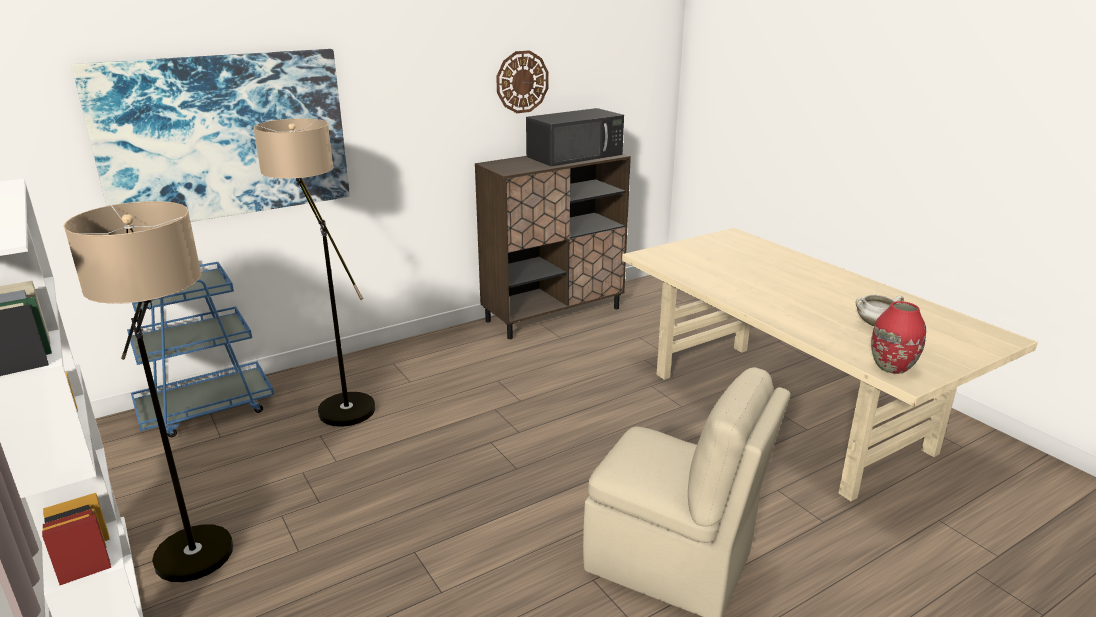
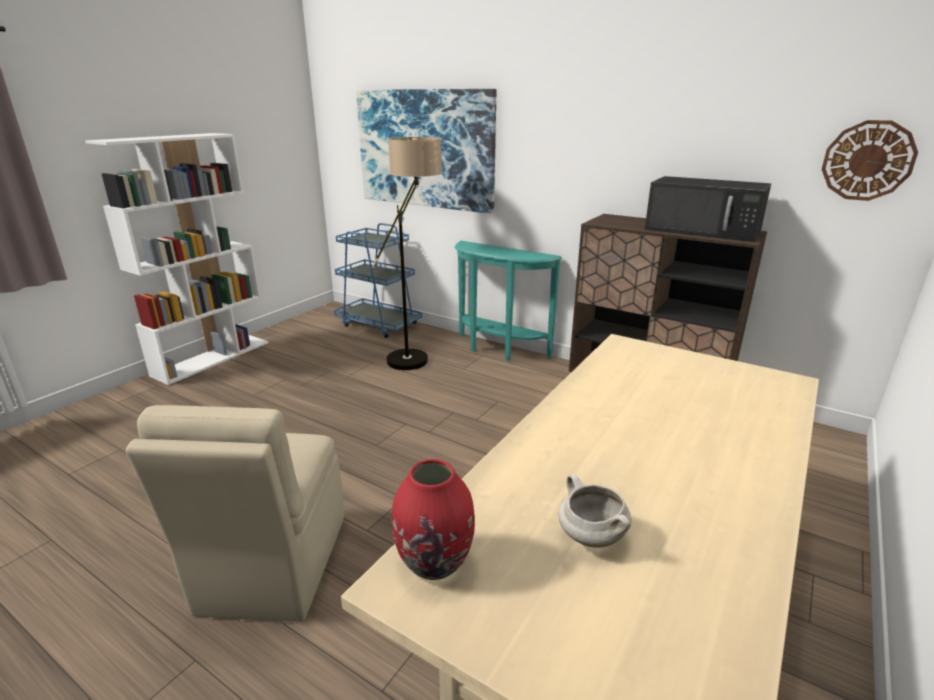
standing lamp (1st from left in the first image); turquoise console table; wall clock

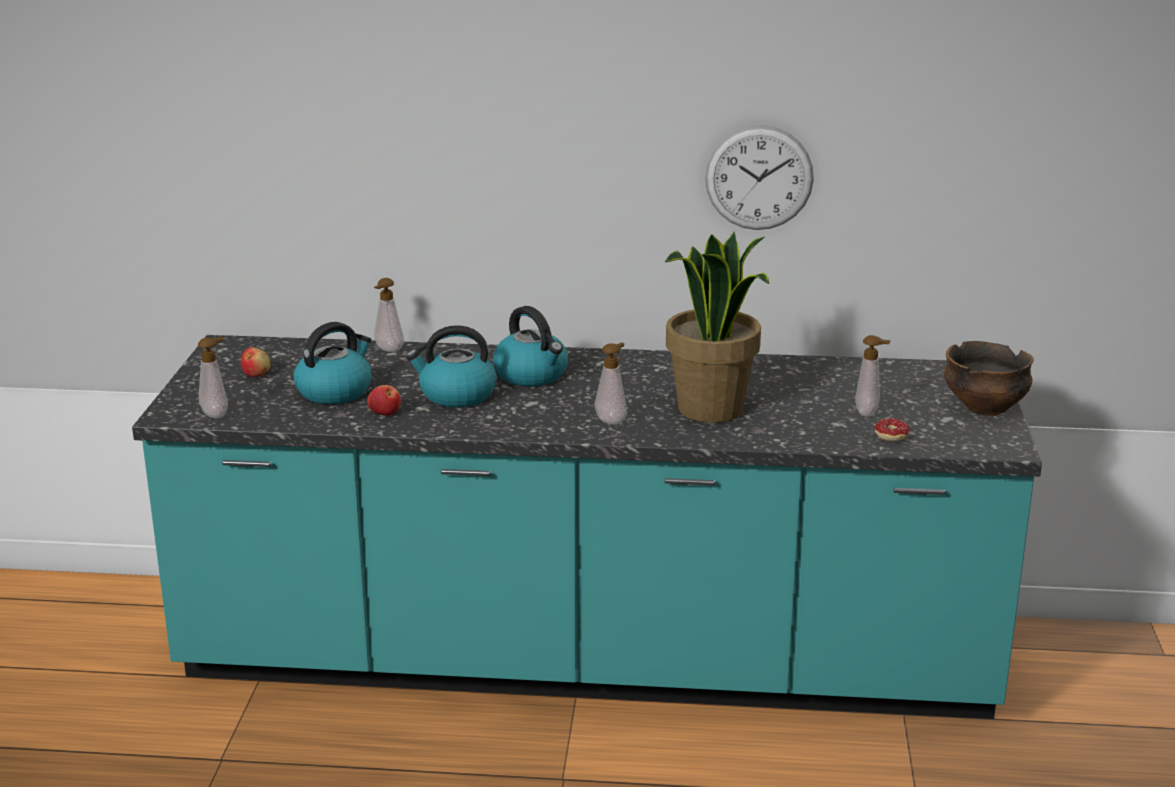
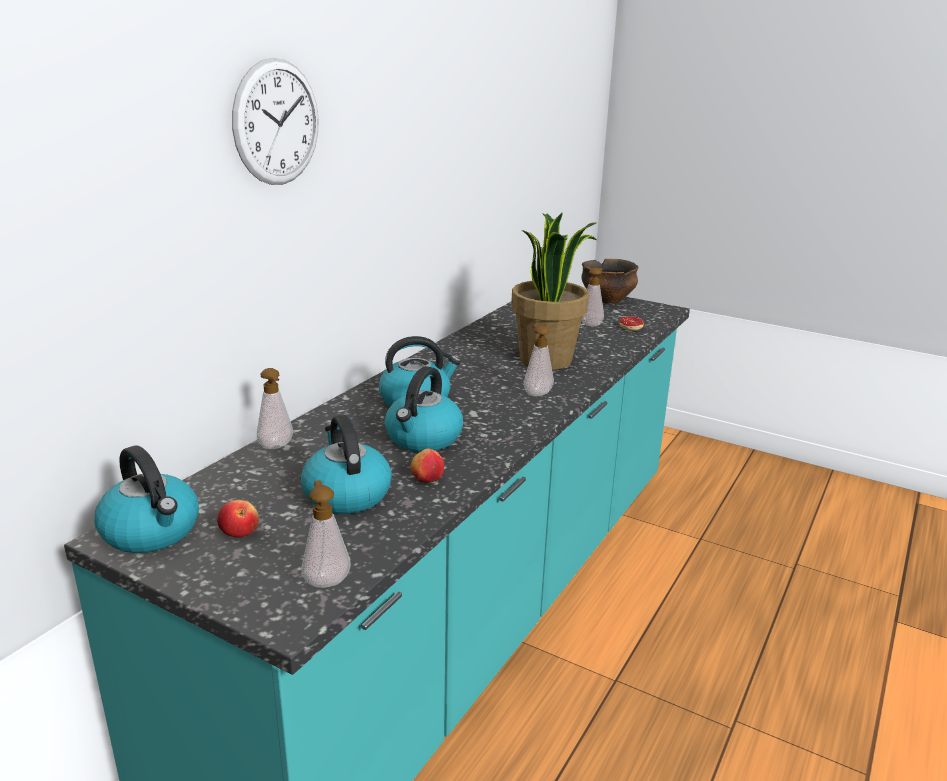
kettle (1st from left); wall clock

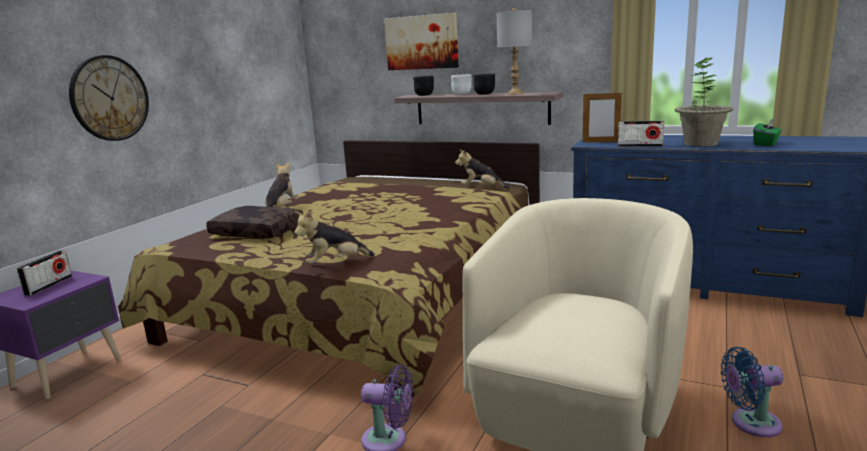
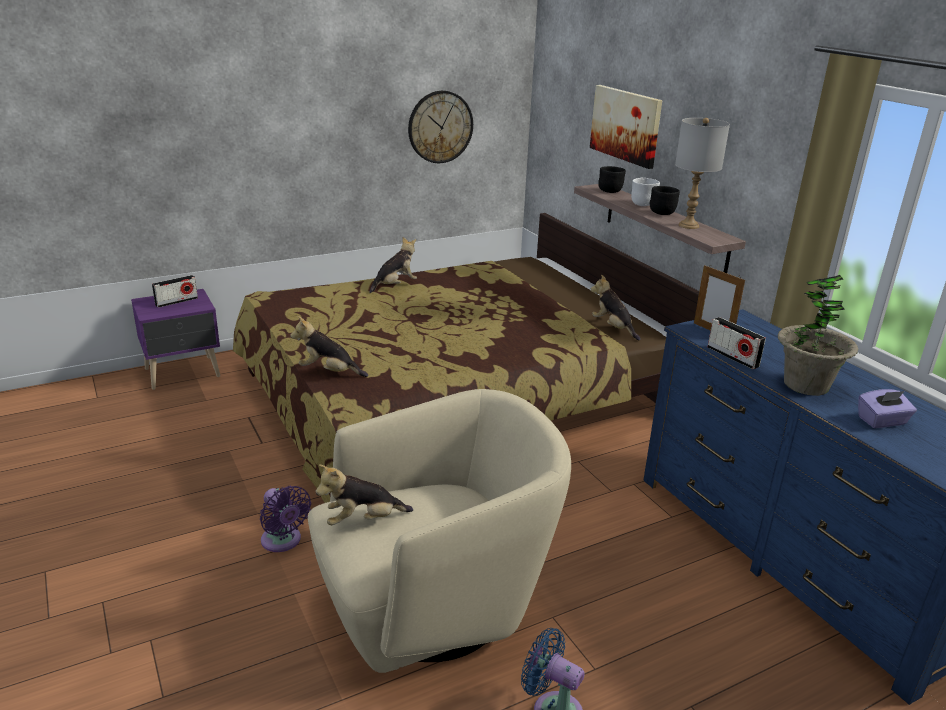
brown pillow; soft toy (2nd from left); wall clock; purple tissue box

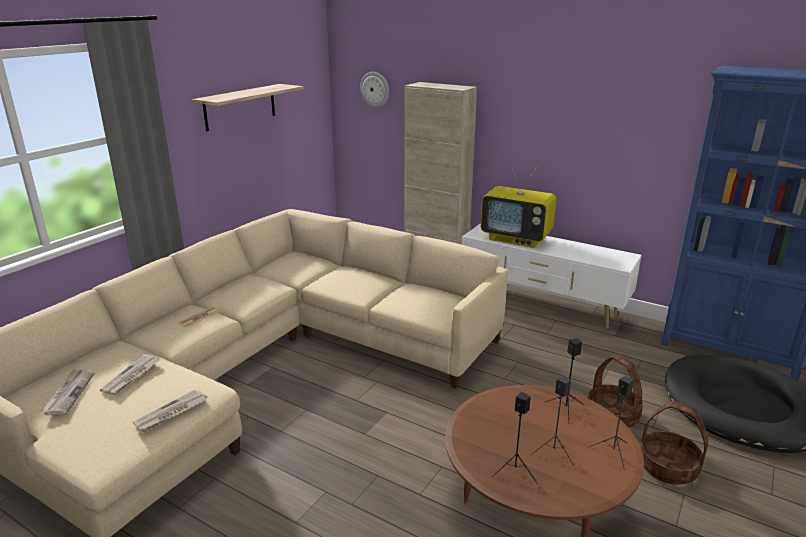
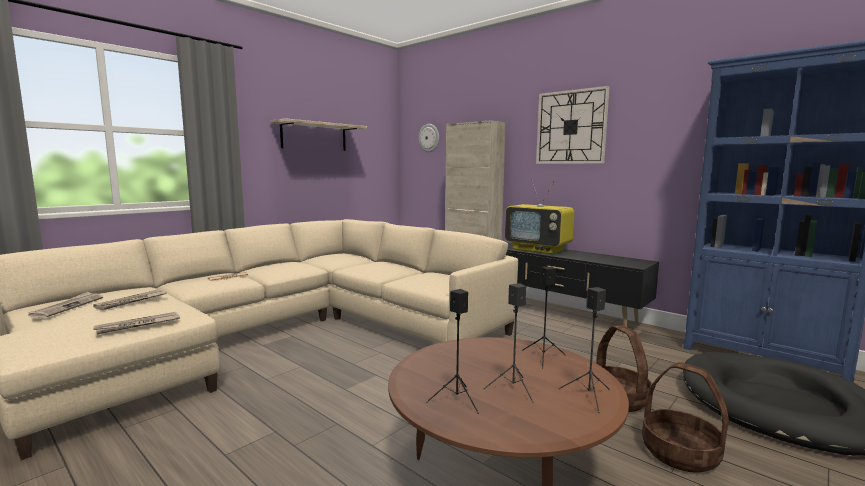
wall clock (2nd from left); black media console

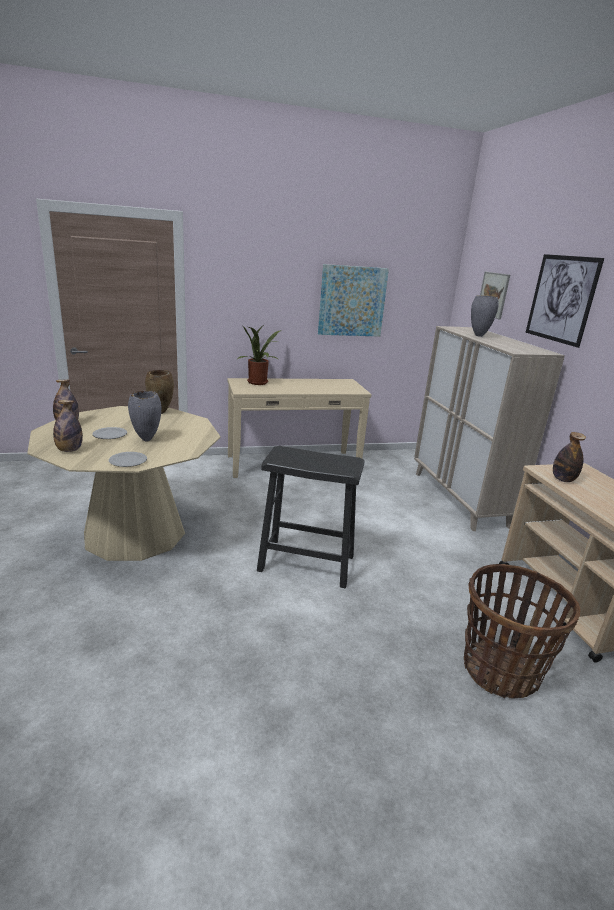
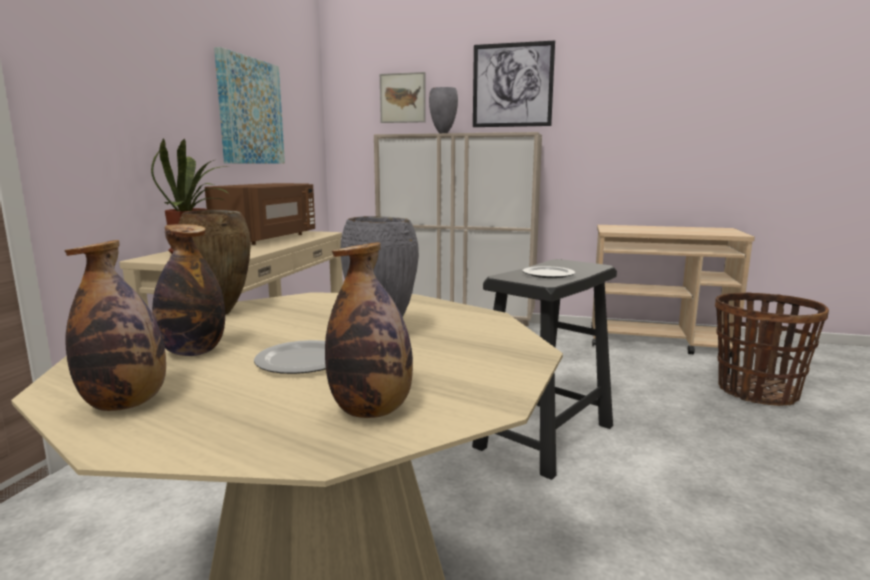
brown microwave; plate (2nd from left); drink bottle (2nd from left)

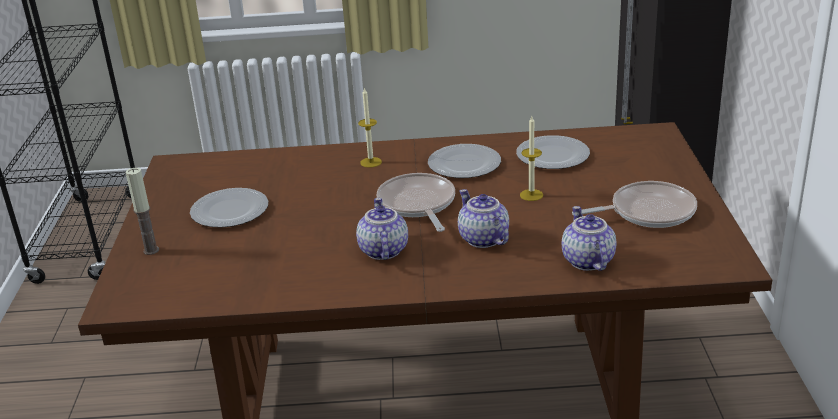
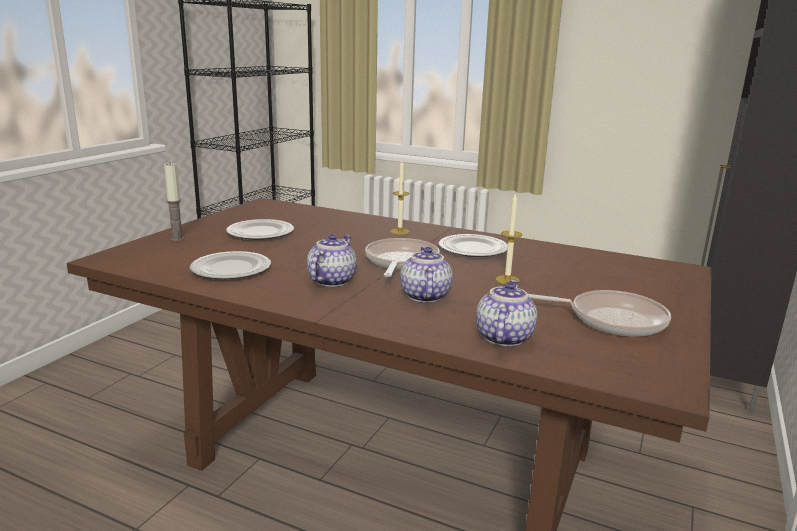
plate (1st from left)

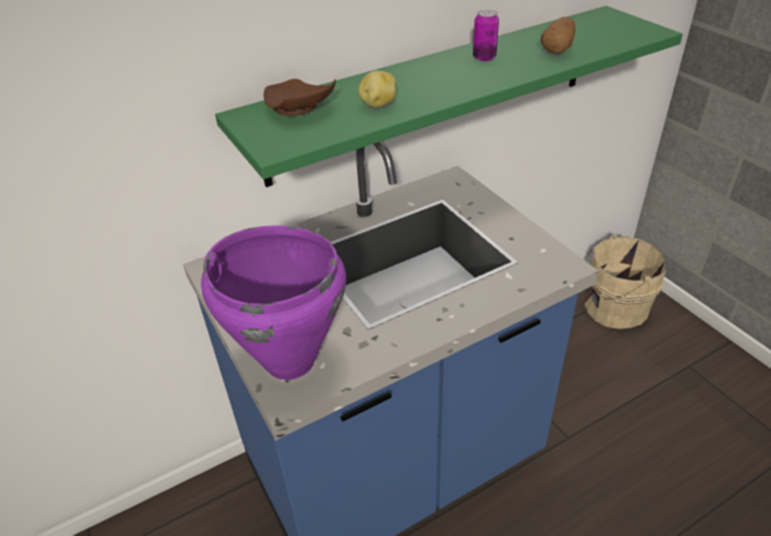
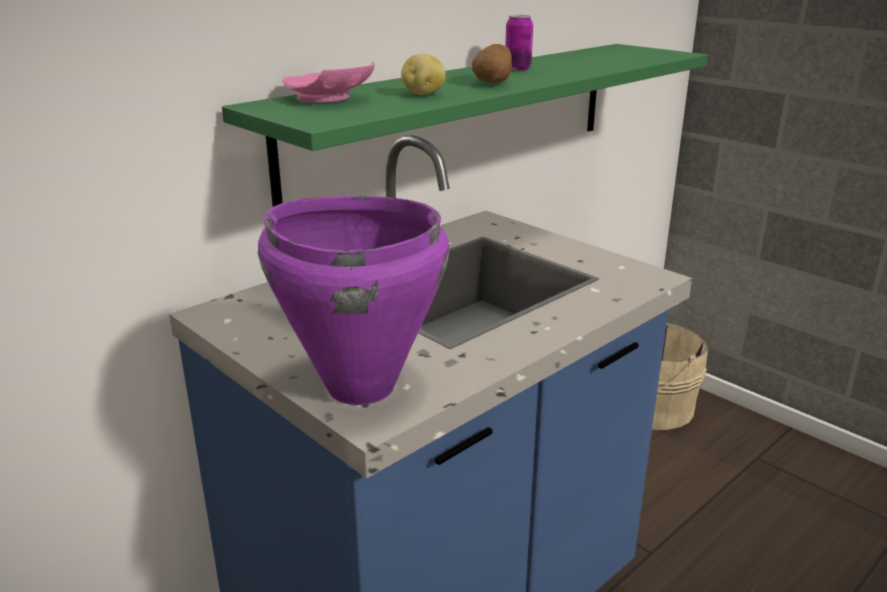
potato (2nd from left); pinkish plate

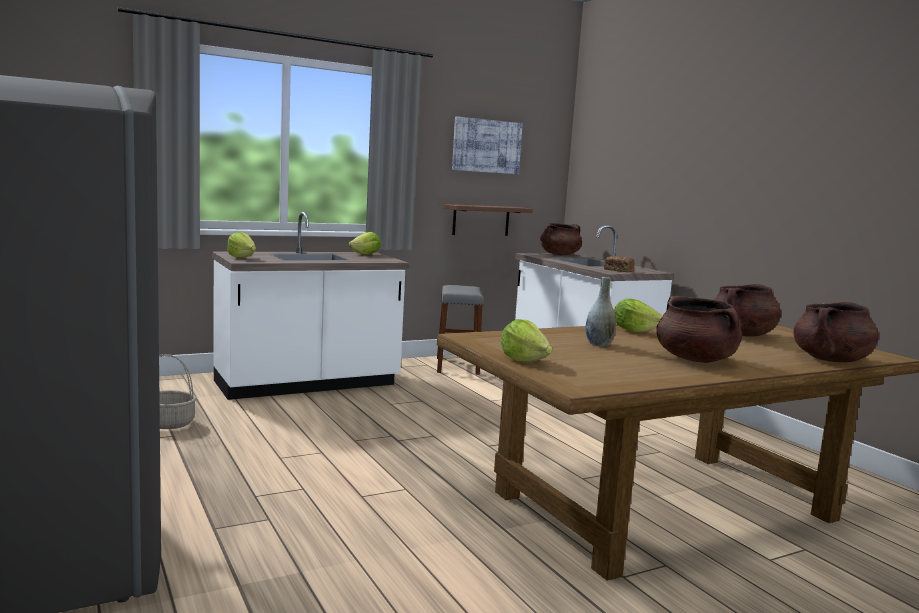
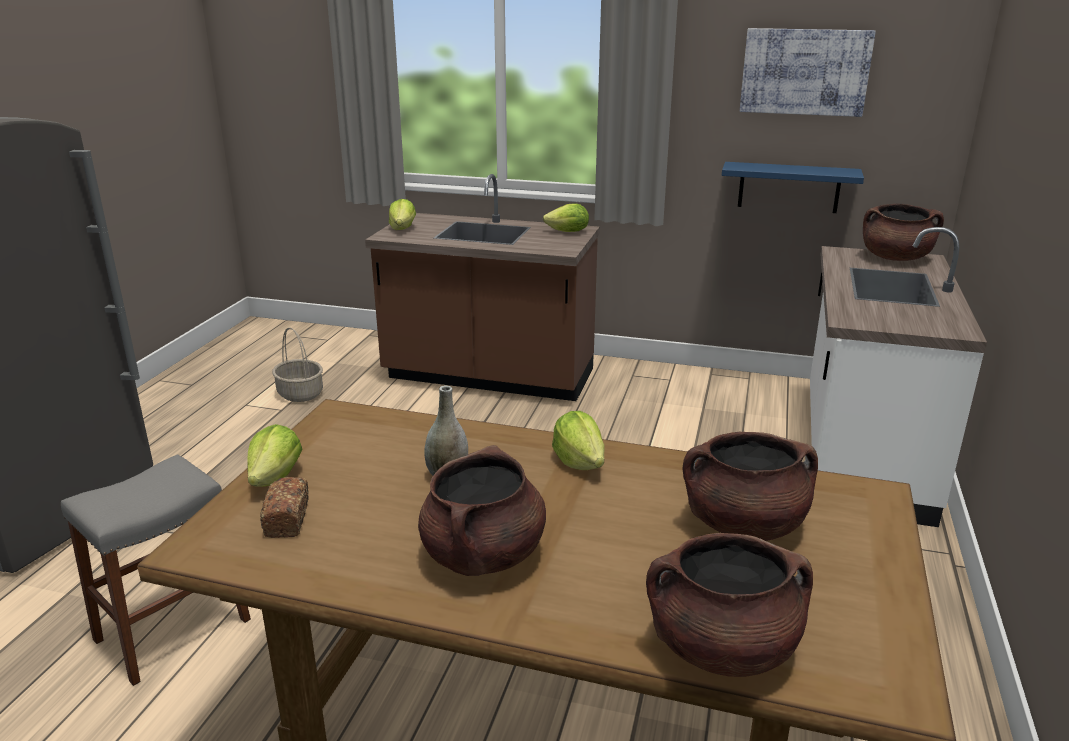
gray stool seat; bread; brown kitchen counter; blue bracket shelf

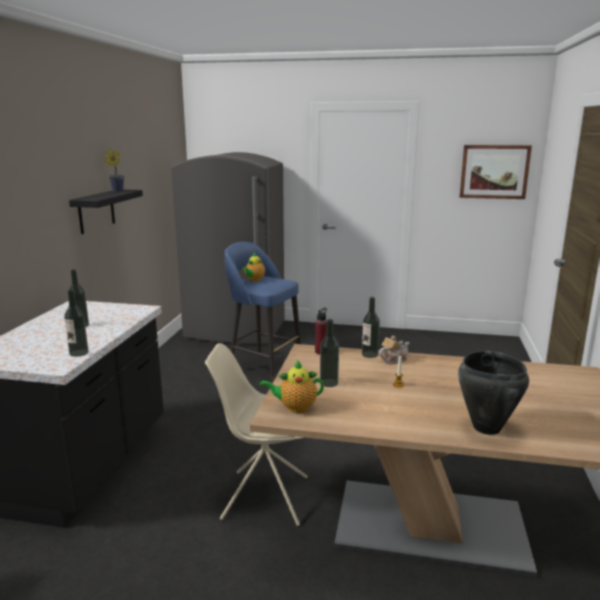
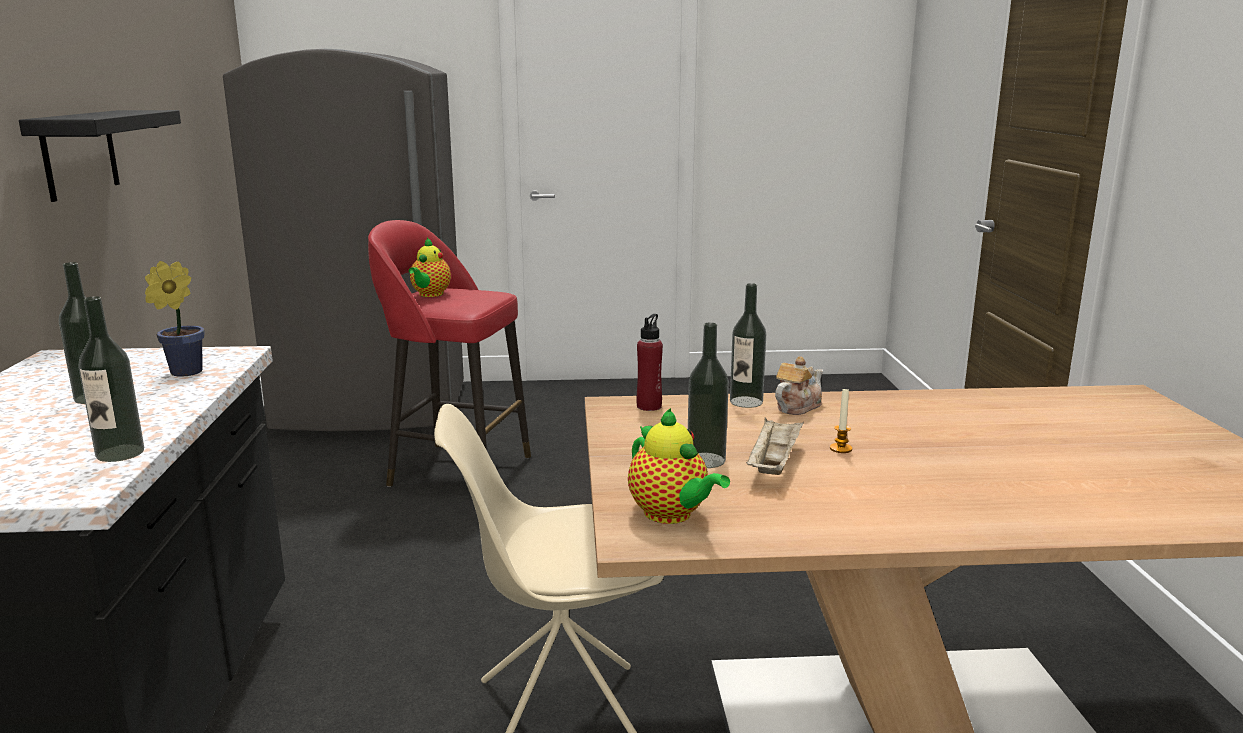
black cooking pot; wall picture; beige tray; plant in a pot; red-coloured stool seat; tea pot (2nd from left)

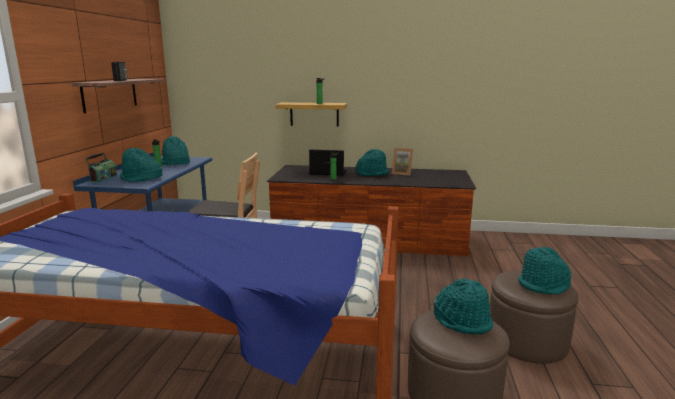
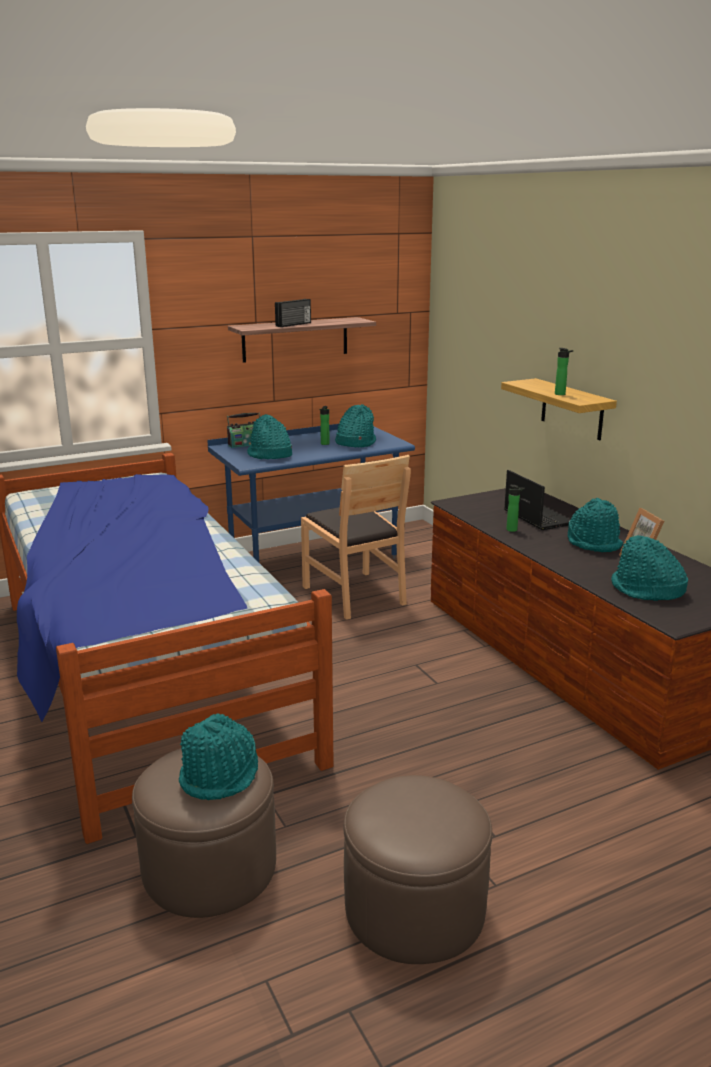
turquoise wearable hat (5th from left)

